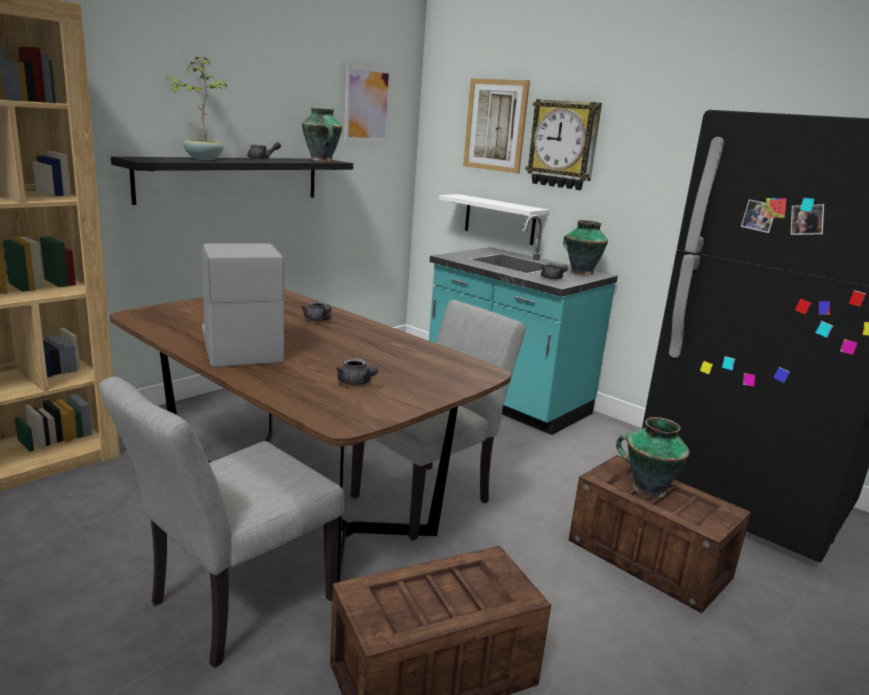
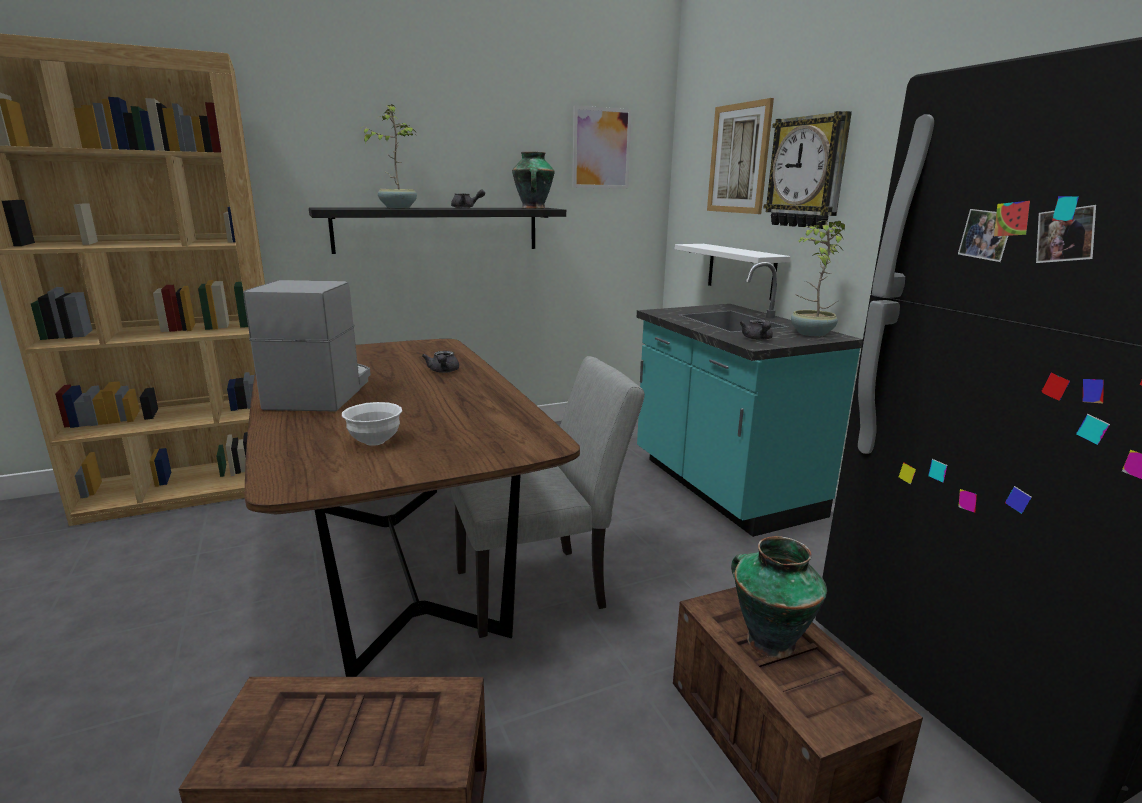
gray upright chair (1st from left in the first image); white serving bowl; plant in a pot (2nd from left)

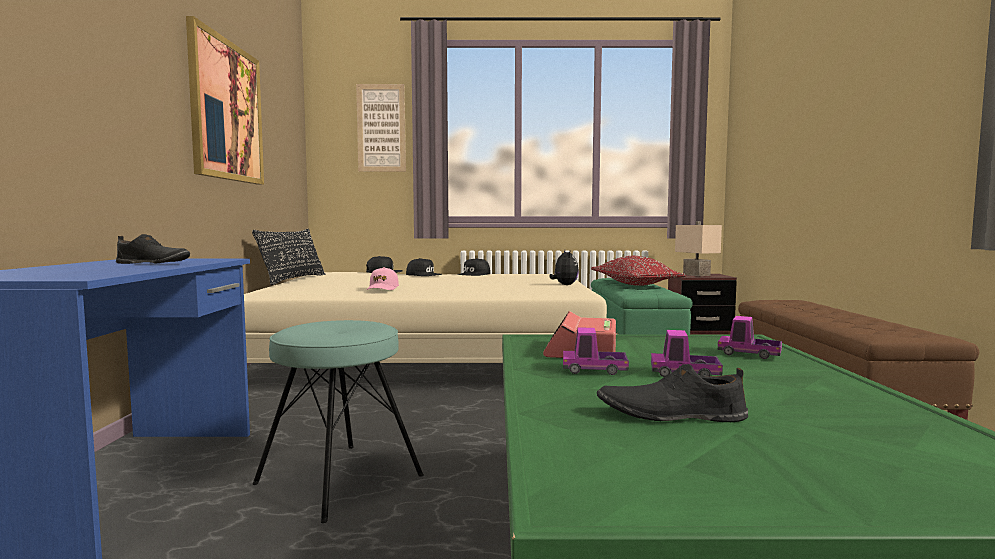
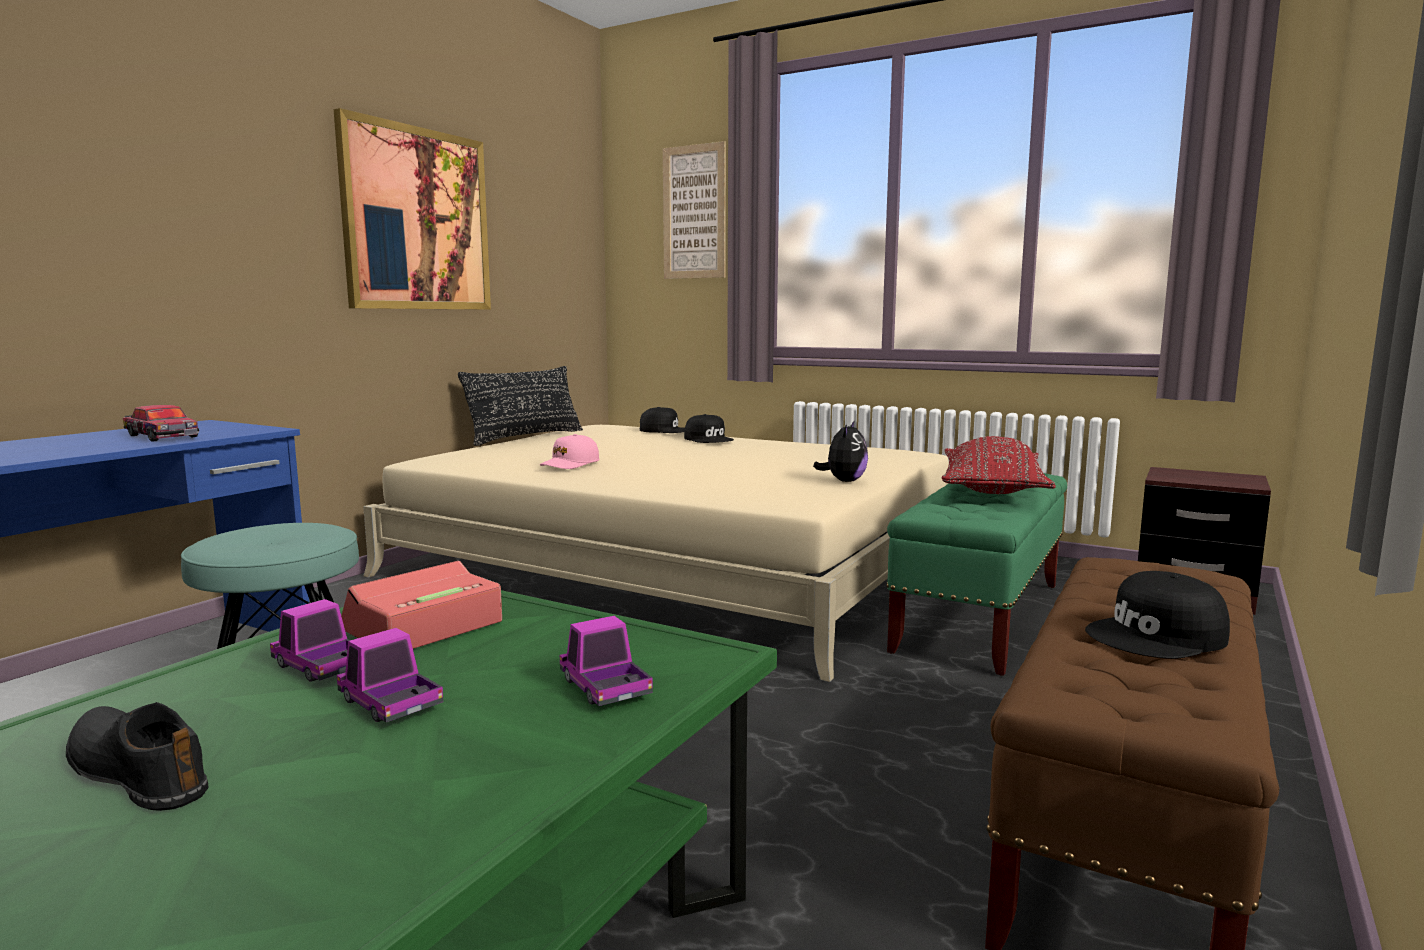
beige tabletop lamp; black cap (3rd from left); miniature car

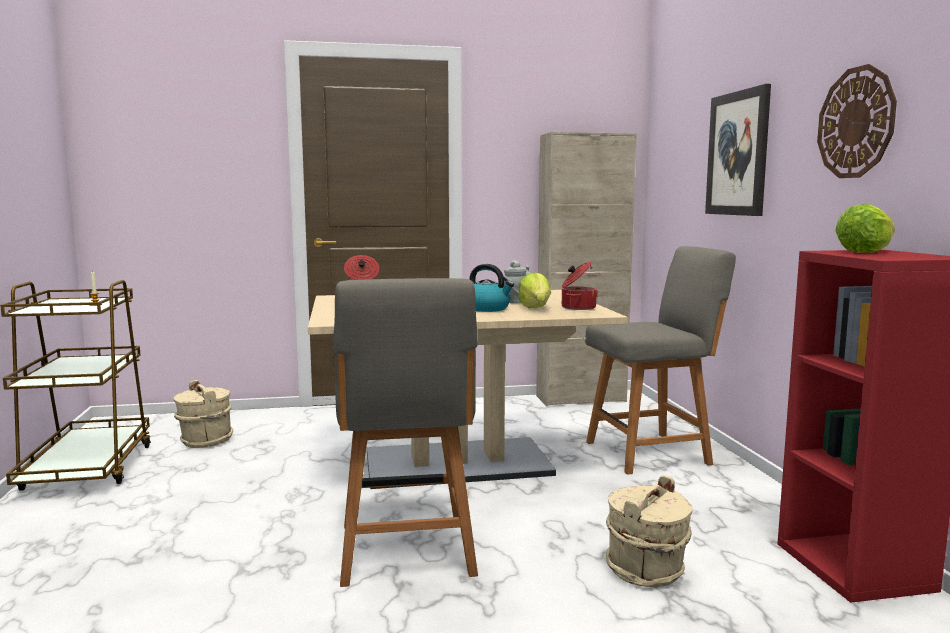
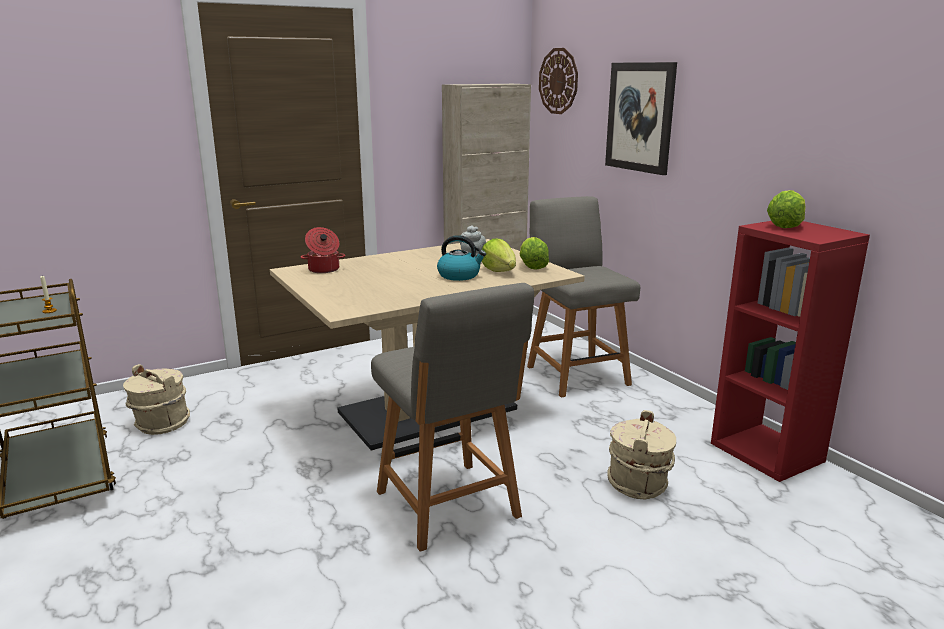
wall clock; head of lettuce (2nd from left); gray upright chair (2nd from left)

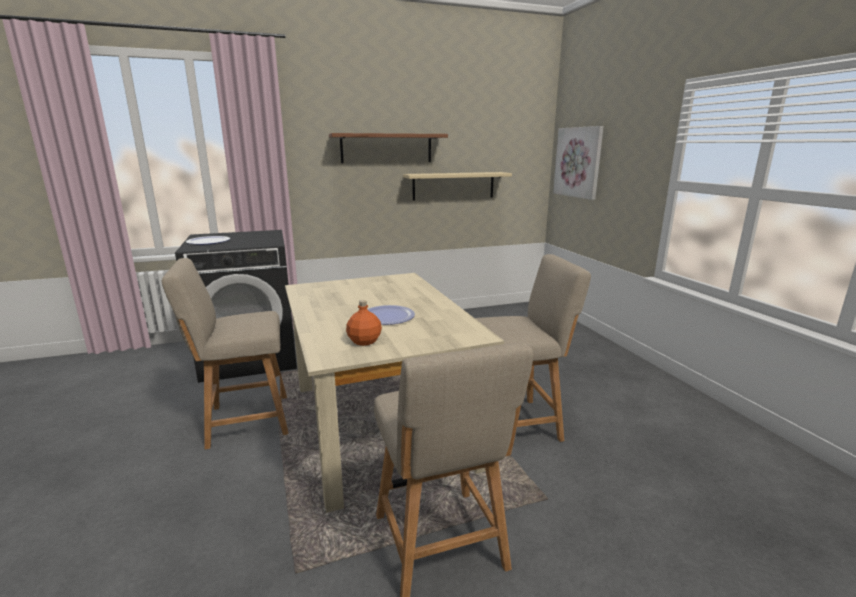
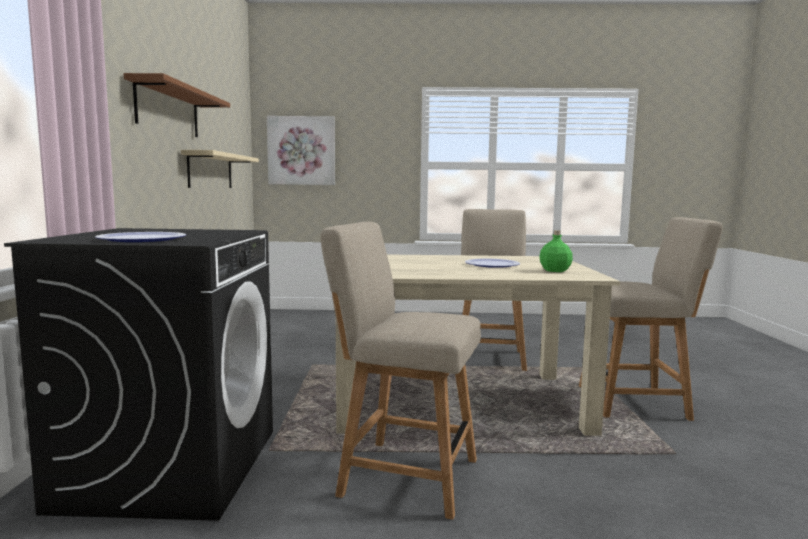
greenish drink bottle; beige upright chair (1st from left)

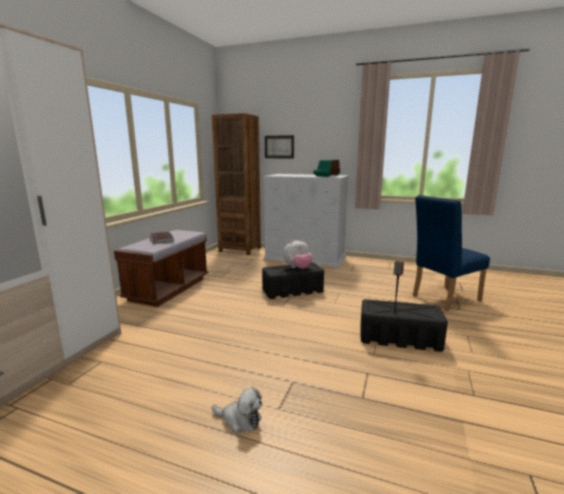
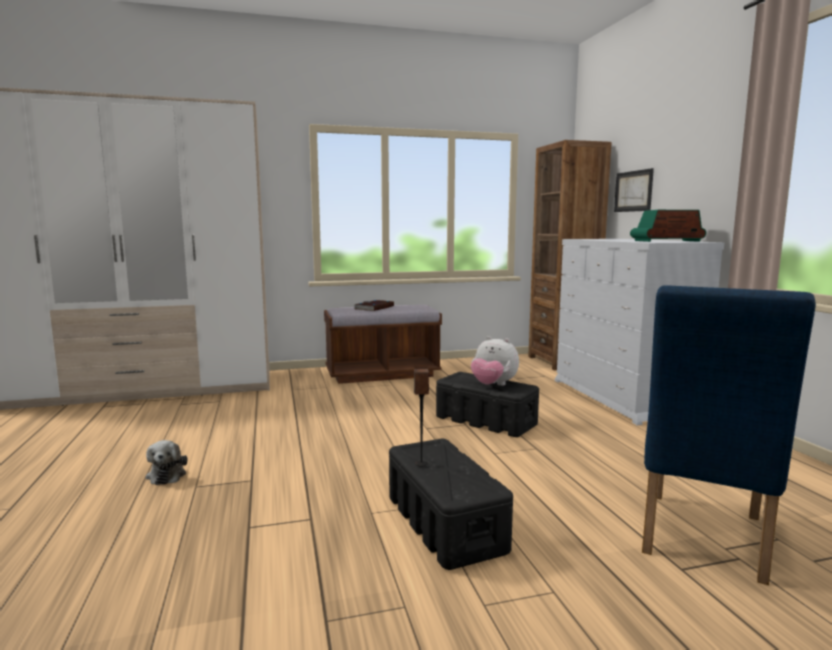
blue upright chair

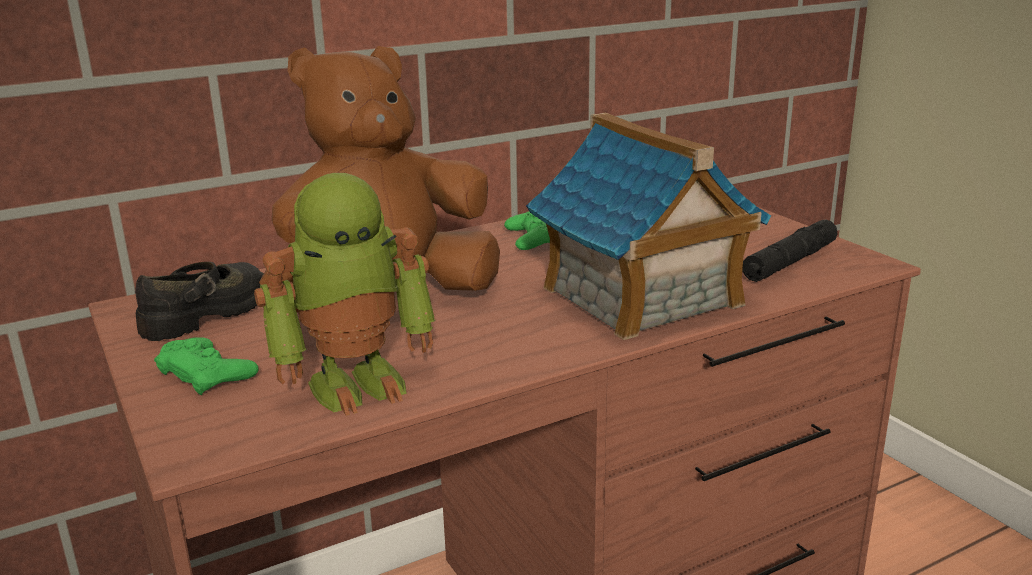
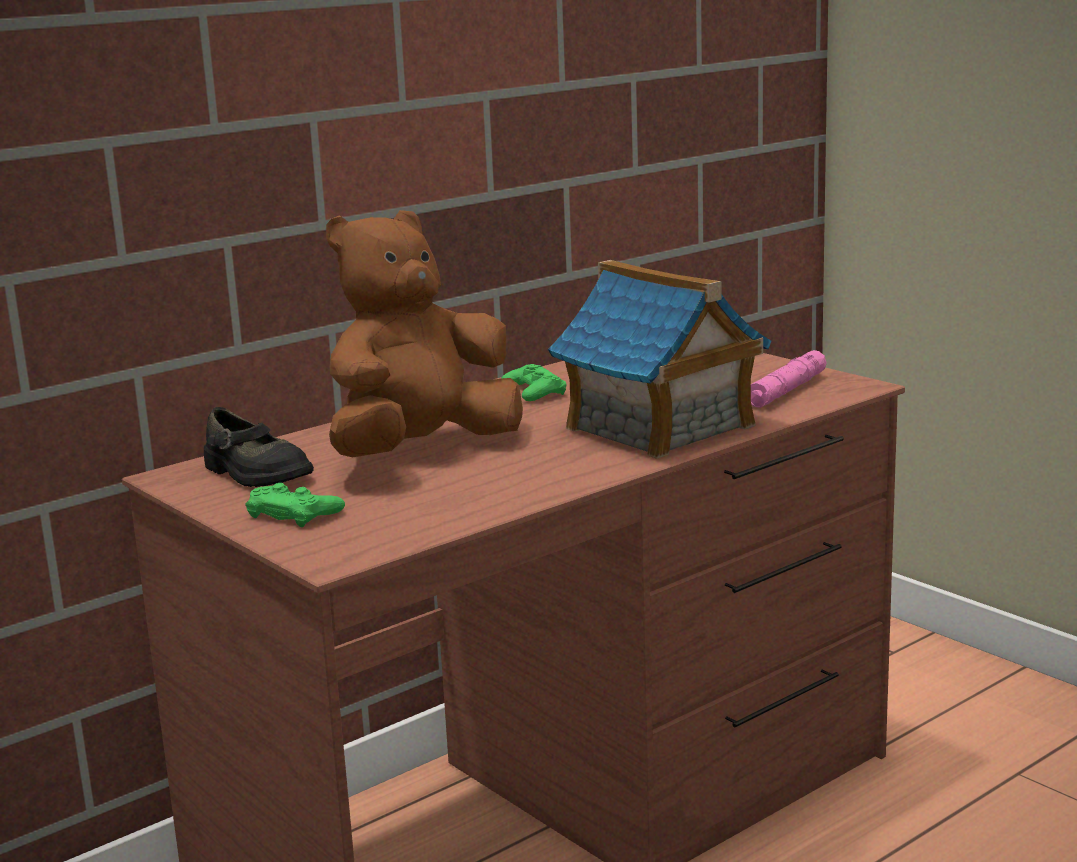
toy robot; pinkish flashlight; black low shoe

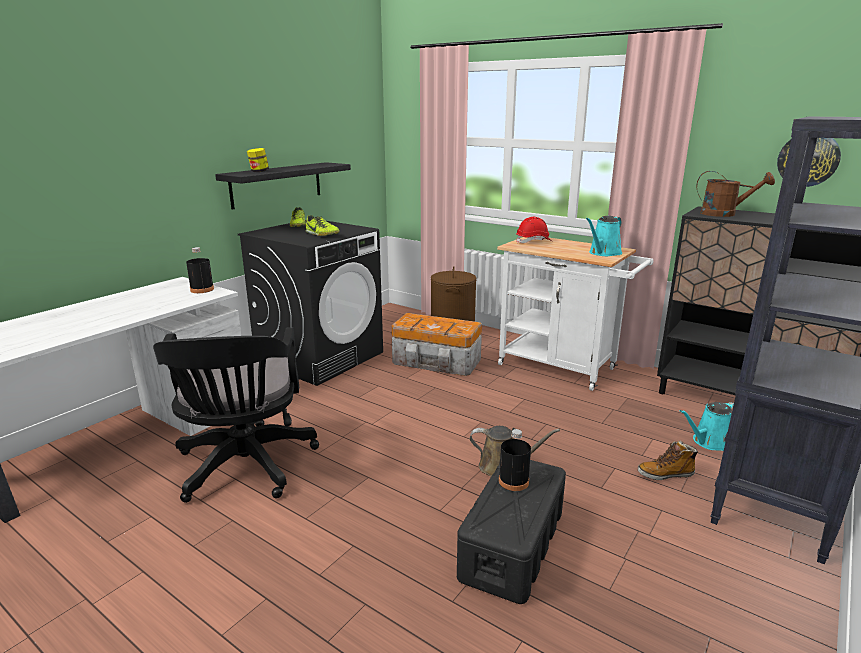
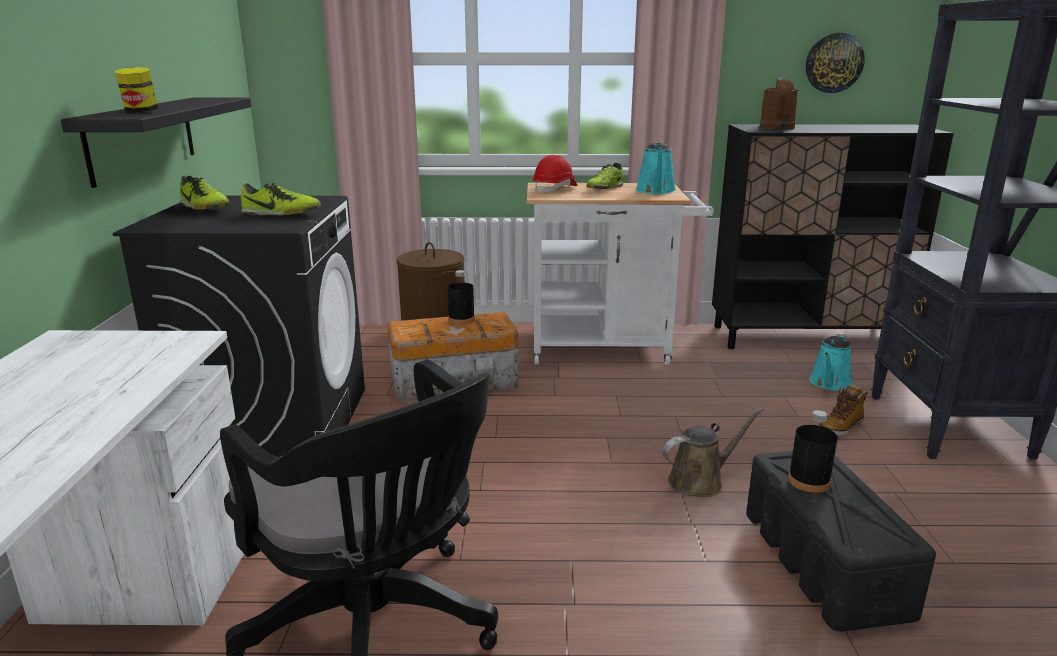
low shoe (3rd from left); black drink bottle (1st from left); brown watering can (2nd from left)

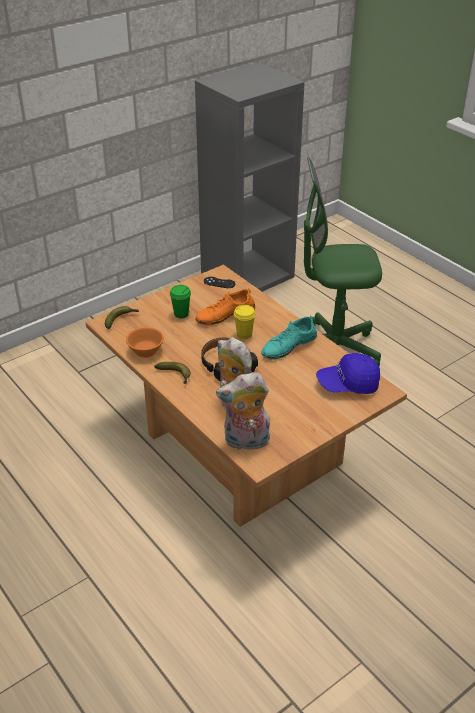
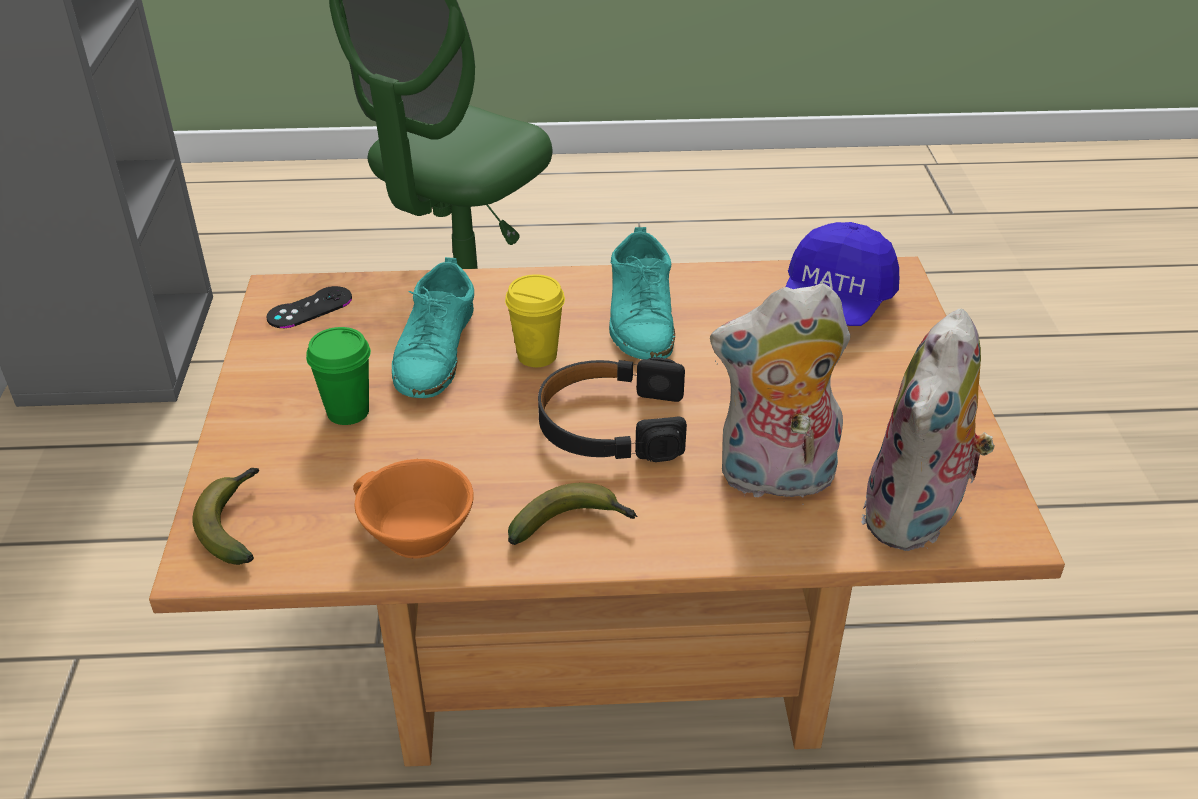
turquoise low shoe (1st from left)

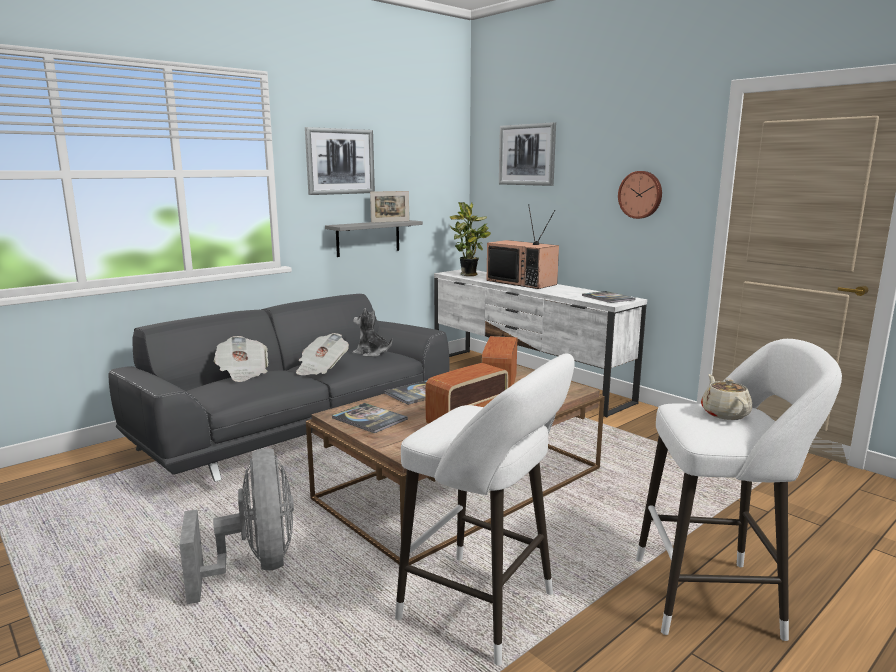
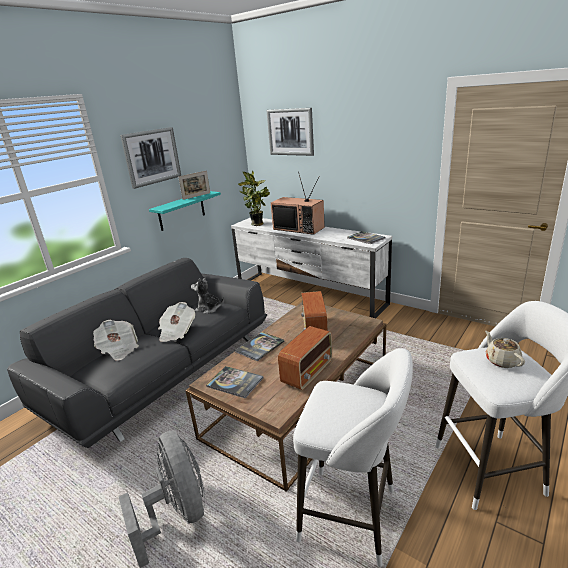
wall clock; turquoise bracket shelf

